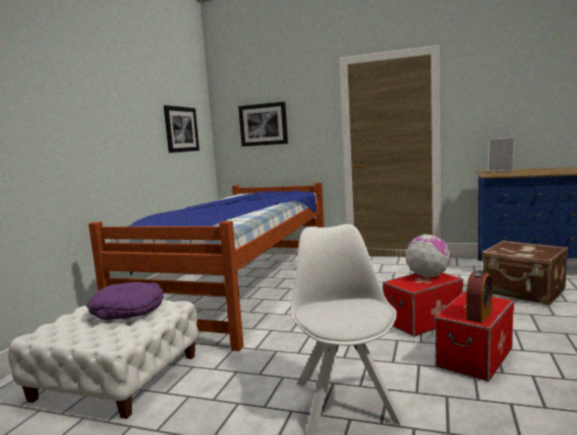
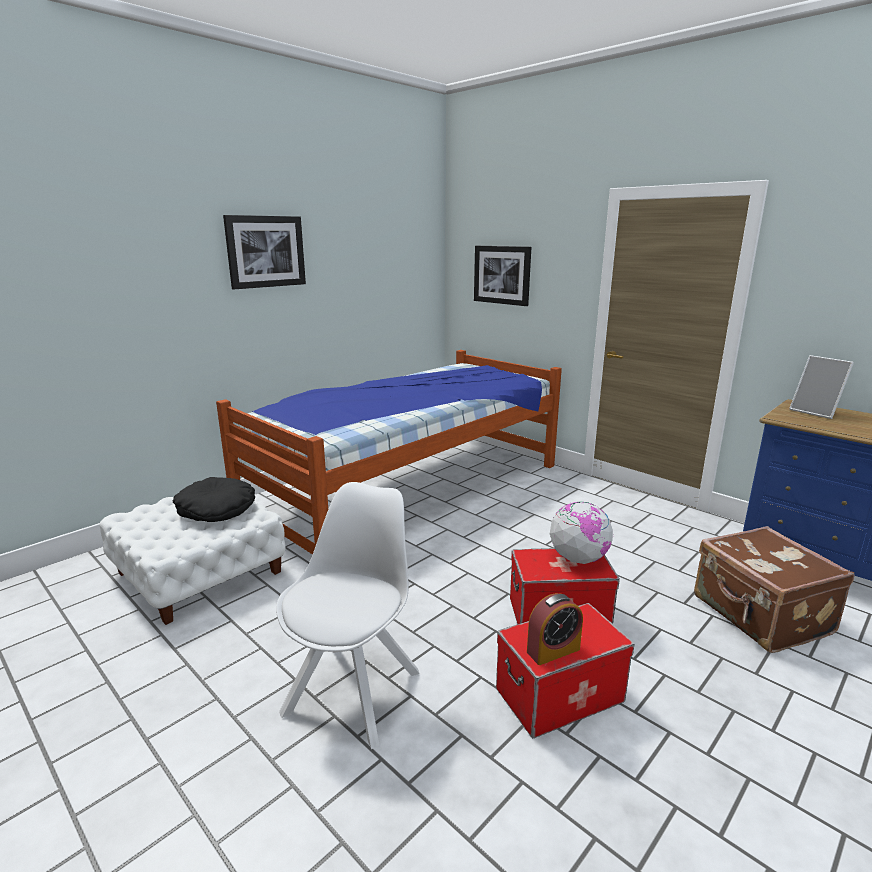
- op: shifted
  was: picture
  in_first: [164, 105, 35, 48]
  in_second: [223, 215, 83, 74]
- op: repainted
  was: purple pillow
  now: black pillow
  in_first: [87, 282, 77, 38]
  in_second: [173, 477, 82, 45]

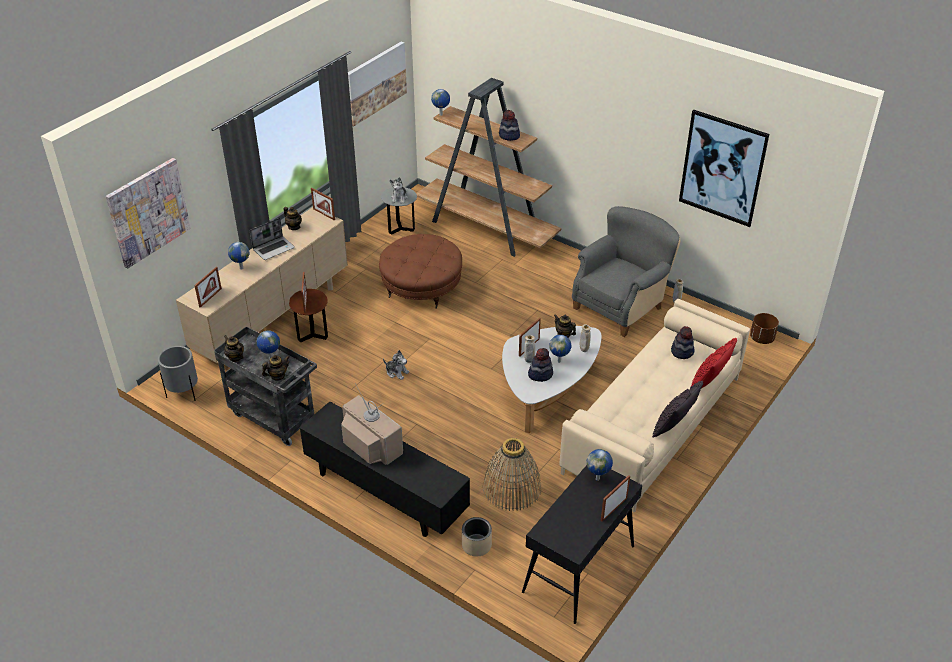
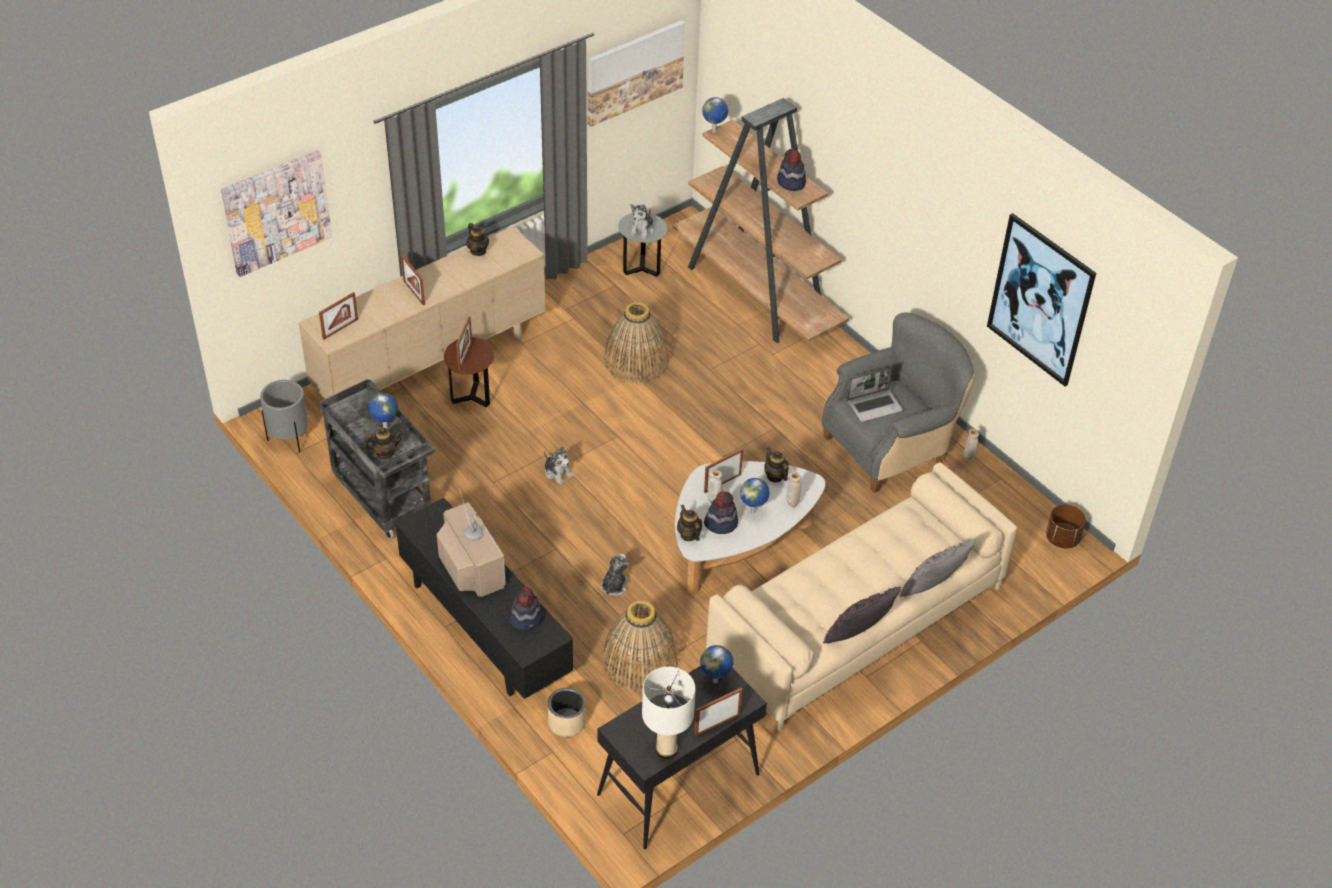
- op: gone
  was: globe
  in_first: [228, 242, 22, 28]
- op: new
  now: plush toy
  in_second: [601, 554, 28, 42]
- op: new
  now: white table lamp
  in_second: [642, 667, 54, 92]
- op: shifted
  was: teapot
  in_first: [224, 335, 20, 27]
  in_second: [677, 505, 25, 36]
- op: shifted
  was: laptop
  in_first: [250, 218, 45, 42]
  in_second: [847, 367, 56, 55]
- op: shifted
  was: picture frame
  in_first: [311, 188, 24, 32]
  in_second: [401, 254, 24, 52]
- op: shifted
  was: hat
  in_first: [671, 326, 24, 33]
  in_second: [510, 587, 33, 44]
- op: swapped
  was: brown ottoman
  now: basket
  in_first: [379, 234, 83, 75]
  in_second: [605, 302, 64, 82]
- op: repainted
  was: red pillow
  now: grey pillow
  in_first: [691, 338, 46, 50]
  in_second: [900, 539, 76, 58]

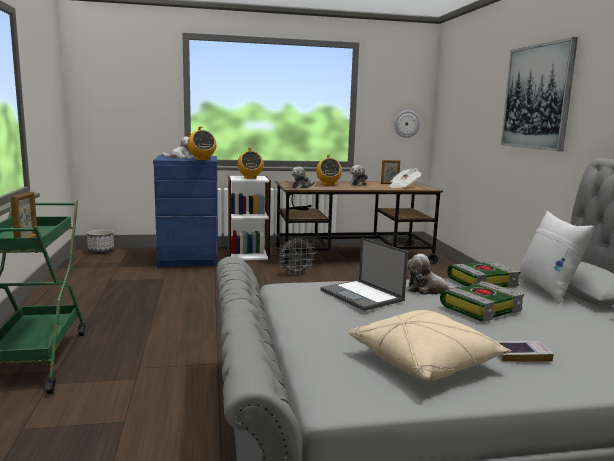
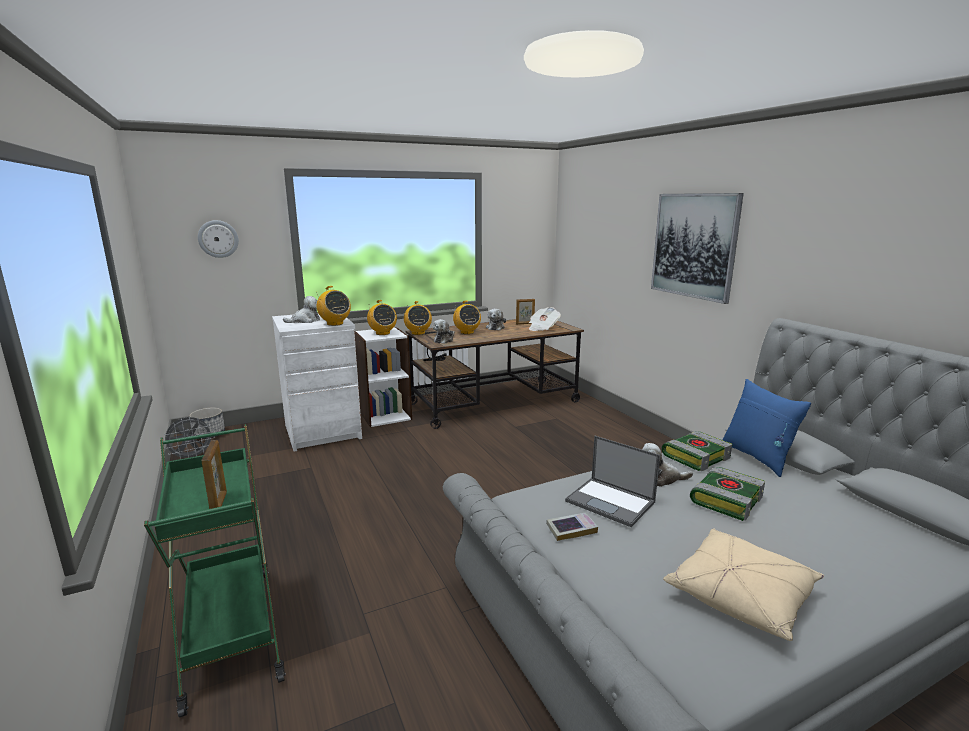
- op: new
  now: radio
  in_second: [404, 301, 28, 34]
- op: shifted
  was: grey fan
  in_first: [279, 238, 37, 38]
  in_second: [164, 417, 51, 42]
- op: shifted
  was: wall clock
  in_first: [394, 110, 26, 28]
  in_second: [198, 220, 41, 38]
- op: shifted
  was: book
  in_first: [496, 341, 58, 21]
  in_second: [546, 513, 52, 28]
- op: repainted
  was: blue dresser
  now: white dresser
  in_first: [153, 155, 65, 113]
  in_second: [272, 314, 90, 137]
- op: repainted
  was: grey pillow
  now: blue pillow
  in_first: [518, 211, 76, 93]
  in_second: [722, 379, 89, 98]

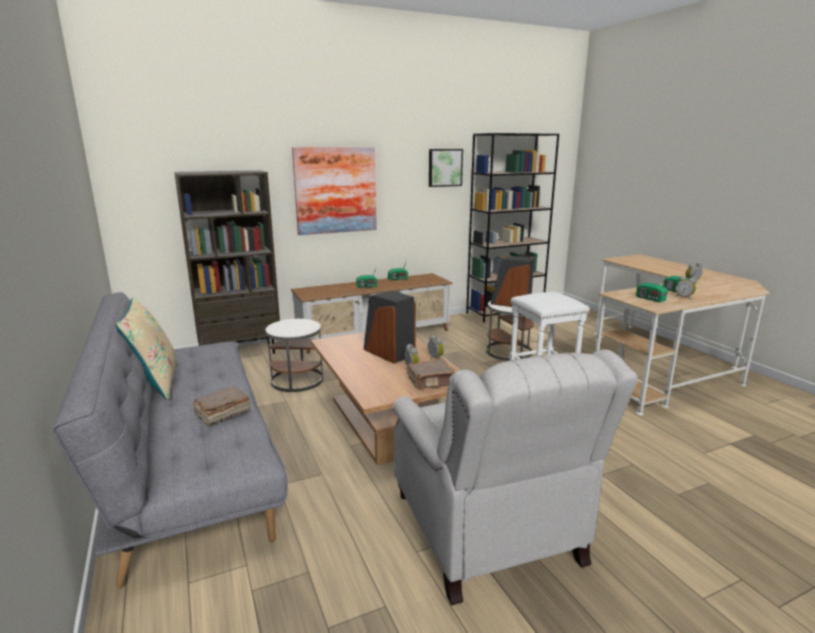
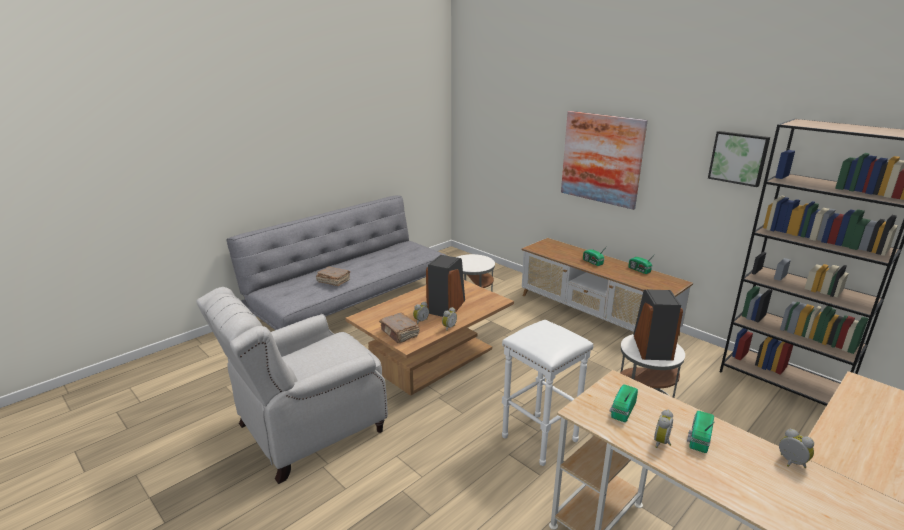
- op: gone
  was: beige pillow
  in_first: [116, 297, 61, 103]
- op: gone
  was: brown bookcase
  in_first: [174, 170, 106, 184]

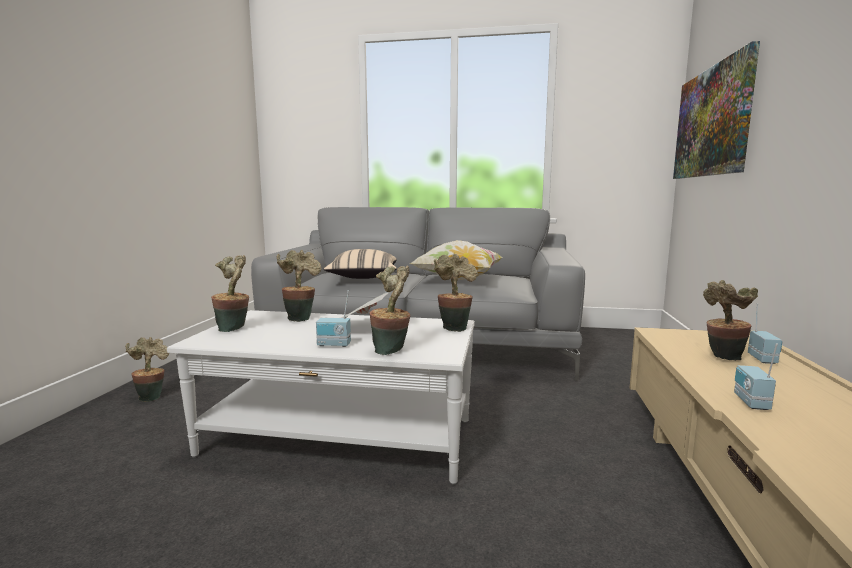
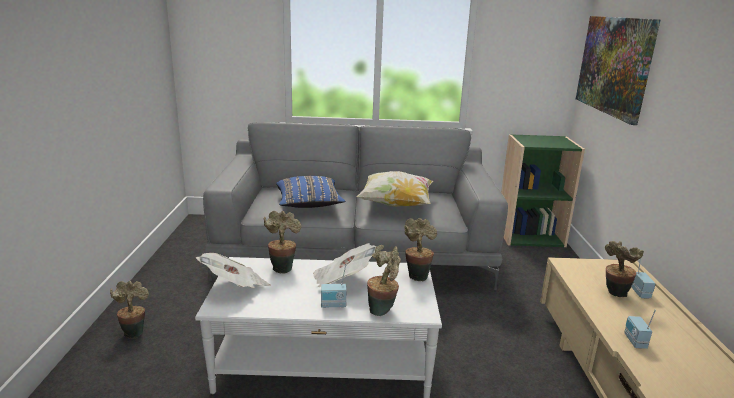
- op: new
  now: green bookcase
  in_second: [501, 134, 84, 113]
- op: swapped
  was: potted plant
  now: newspaper
  in_first: [211, 255, 38, 77]
  in_second: [196, 253, 75, 35]
- op: repainted
  was: beige pillow
  now: blue pillow
  in_first: [324, 249, 73, 30]
  in_second: [276, 176, 69, 32]

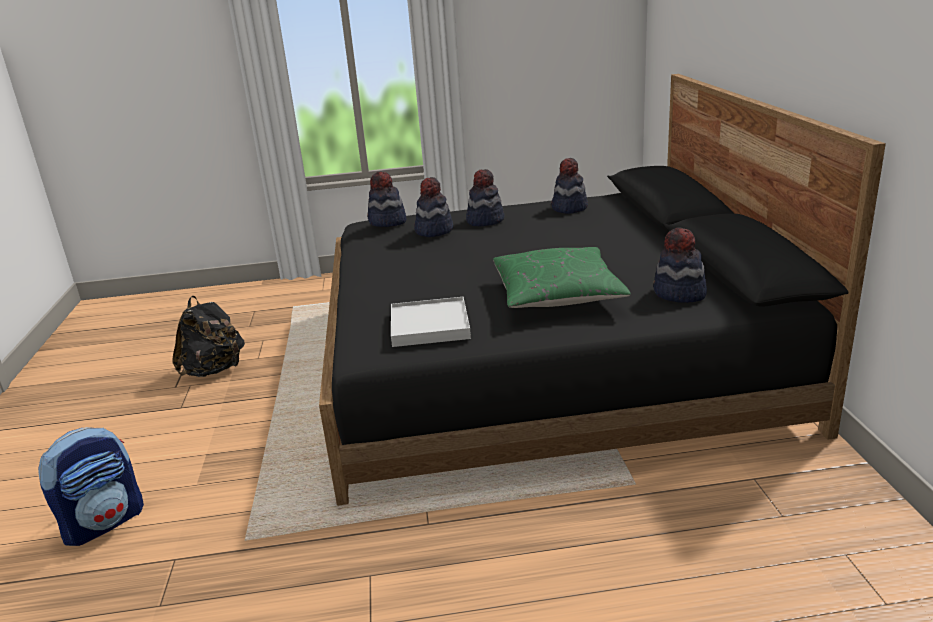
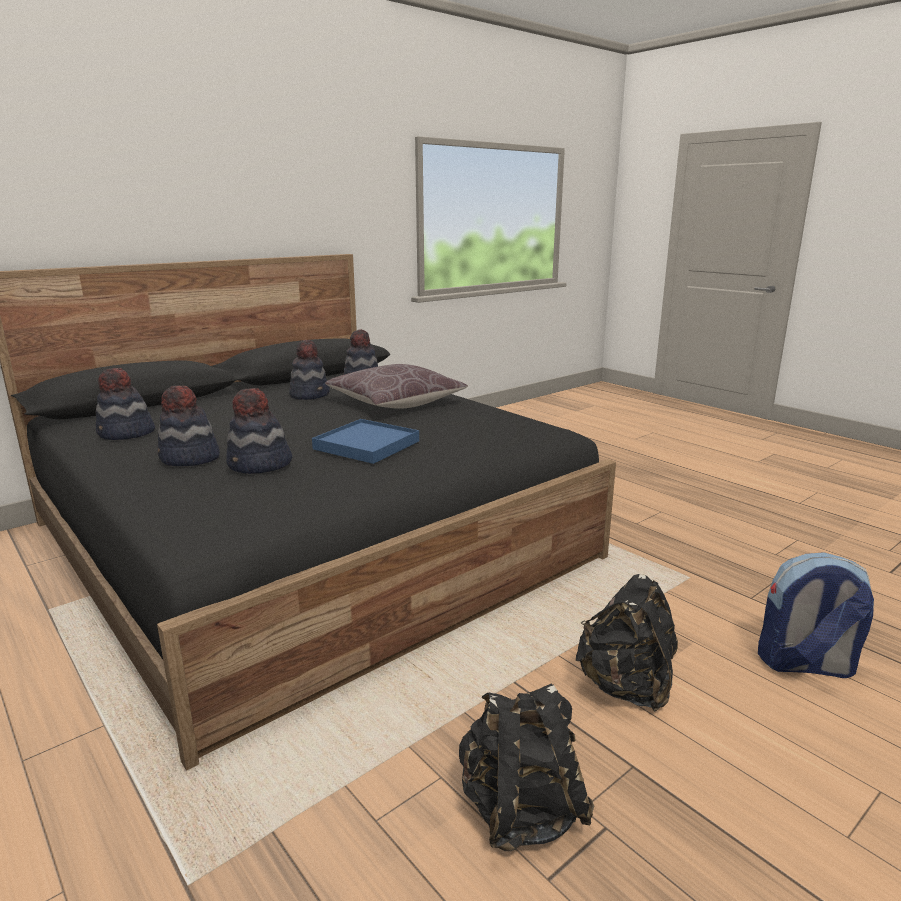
- op: gone
  was: white tray
  in_first: [391, 297, 80, 50]
- op: new
  now: blue tray
  in_second: [312, 419, 107, 45]
- op: new
  now: black backpack
  in_second: [576, 574, 102, 138]
- op: shifted
  was: hat
  in_first: [367, 172, 39, 55]
  in_second: [289, 340, 41, 60]
- op: repainted
  was: green pillow
  now: brown pillow
  in_first: [493, 247, 138, 61]
  in_second: [325, 364, 143, 45]

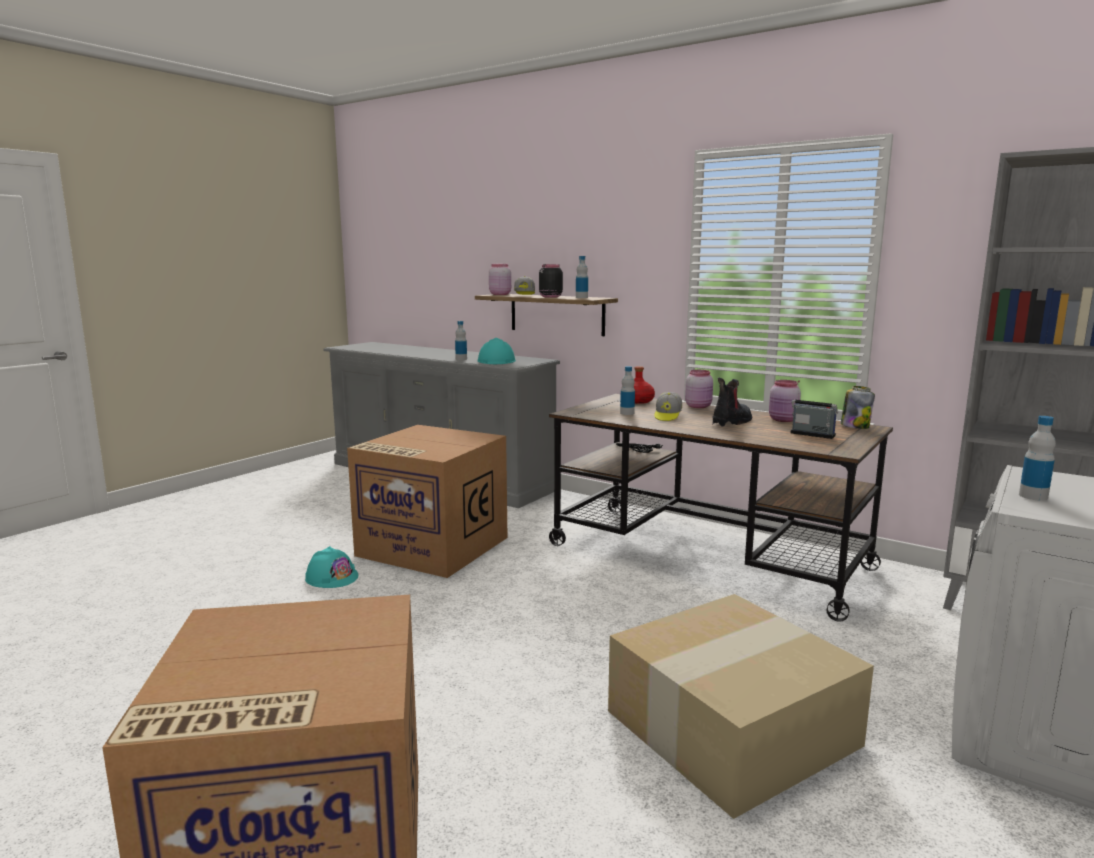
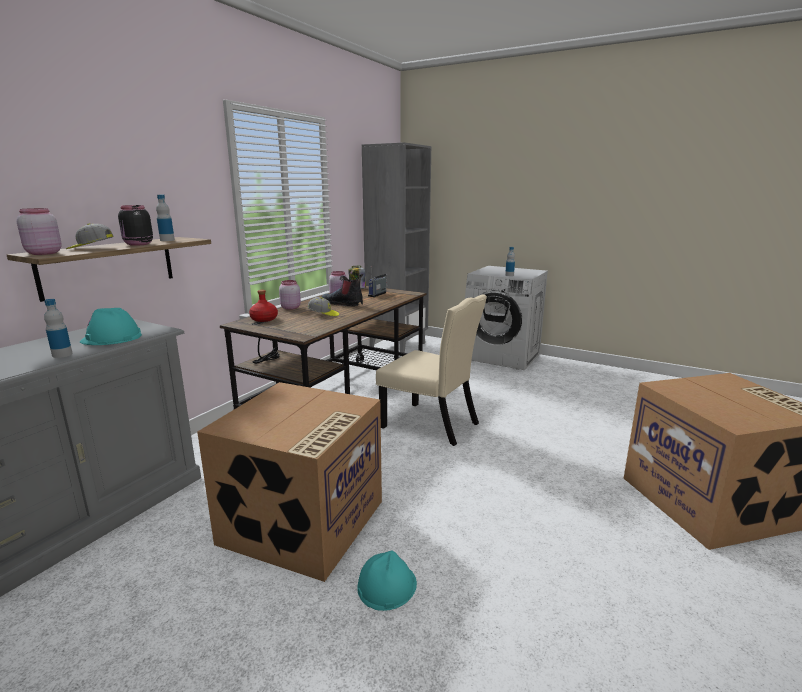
- op: gone
  was: cardboard box
  in_first: [608, 594, 266, 225]
- op: gone
  was: bottle
  in_first: [620, 366, 15, 49]
- op: new
  now: beige chair
  in_second: [376, 294, 111, 152]

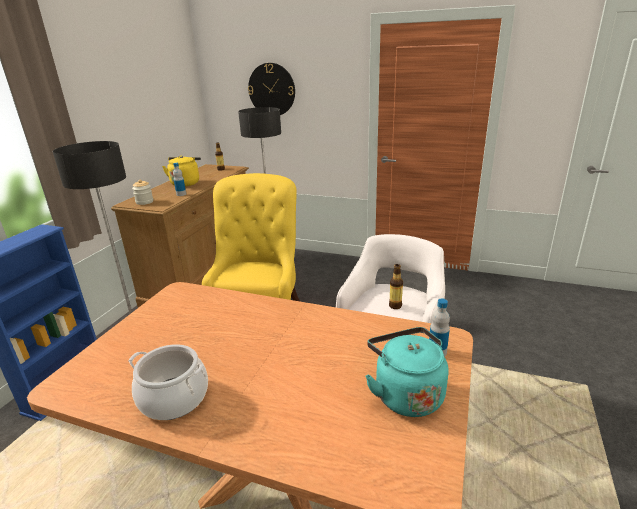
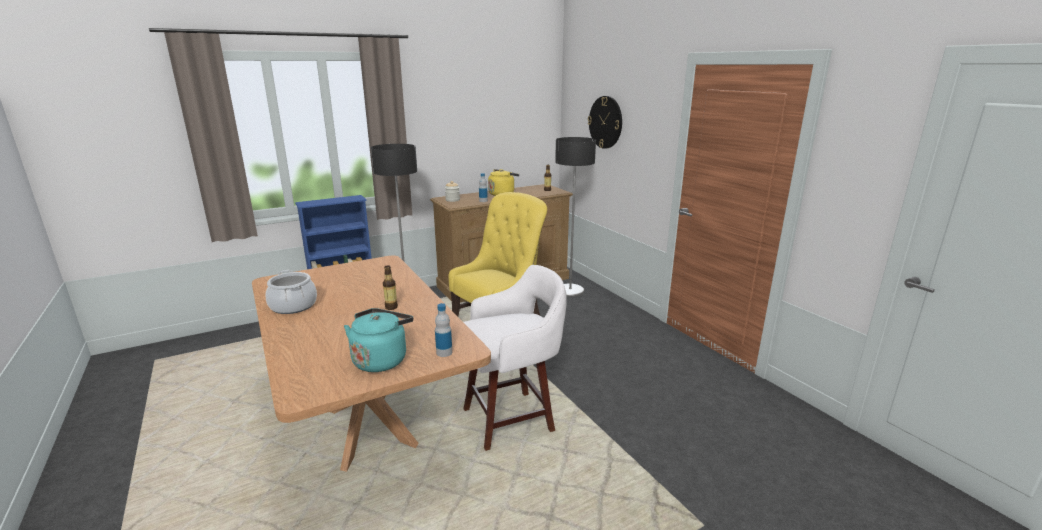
- op: shifted
  was: bottle
  in_first: [389, 264, 14, 45]
  in_second: [383, 265, 15, 45]

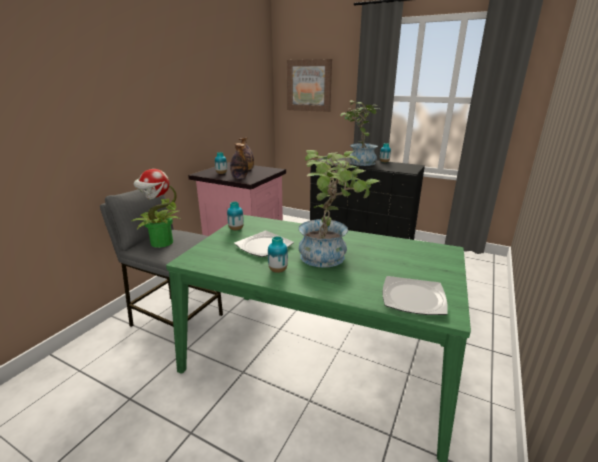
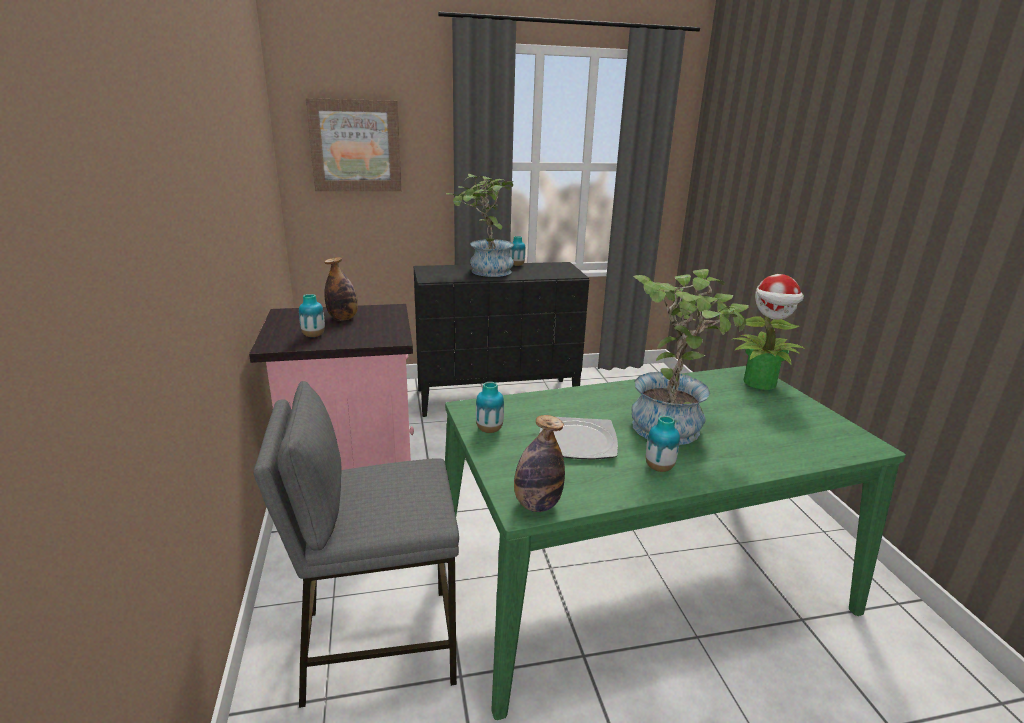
- op: gone
  was: plate
  in_first: [383, 276, 65, 39]
- op: shifted
  was: potted plant
  in_first: [132, 169, 49, 79]
  in_second: [733, 274, 71, 116]
- op: shifted
  was: bottle
  in_first: [230, 143, 18, 36]
  in_second: [514, 415, 51, 97]

